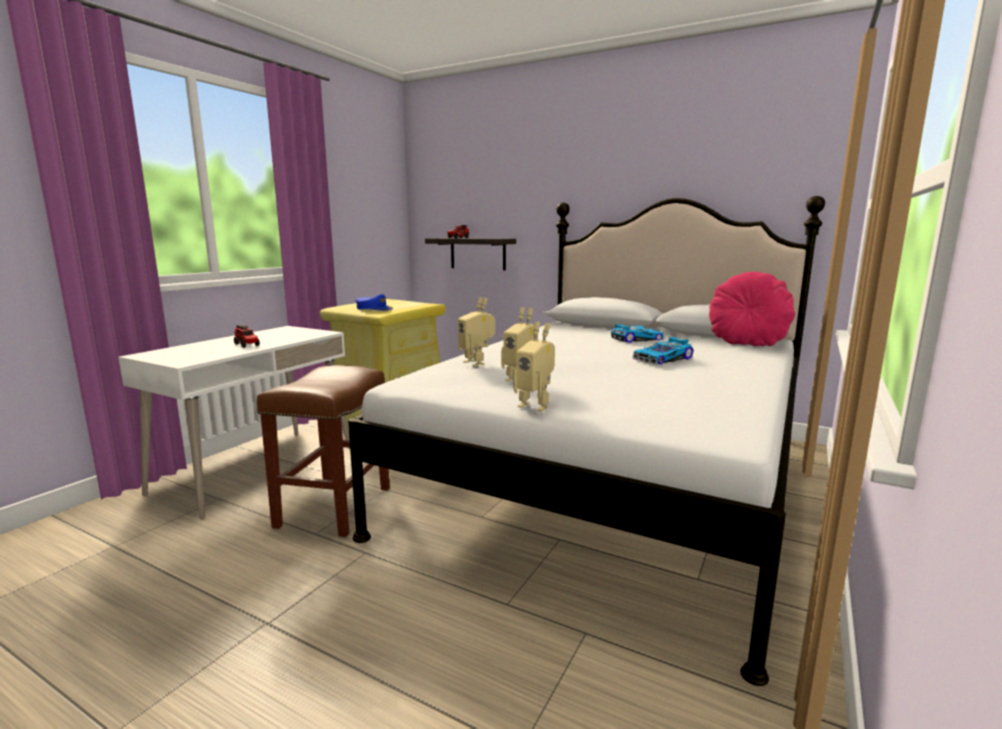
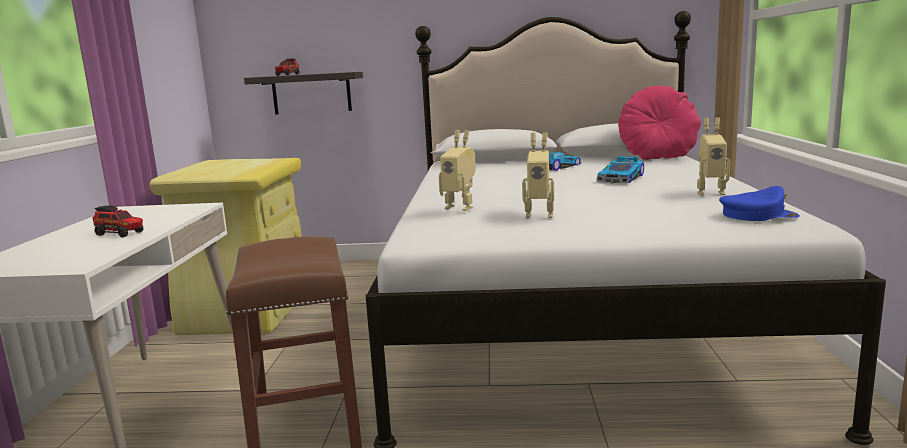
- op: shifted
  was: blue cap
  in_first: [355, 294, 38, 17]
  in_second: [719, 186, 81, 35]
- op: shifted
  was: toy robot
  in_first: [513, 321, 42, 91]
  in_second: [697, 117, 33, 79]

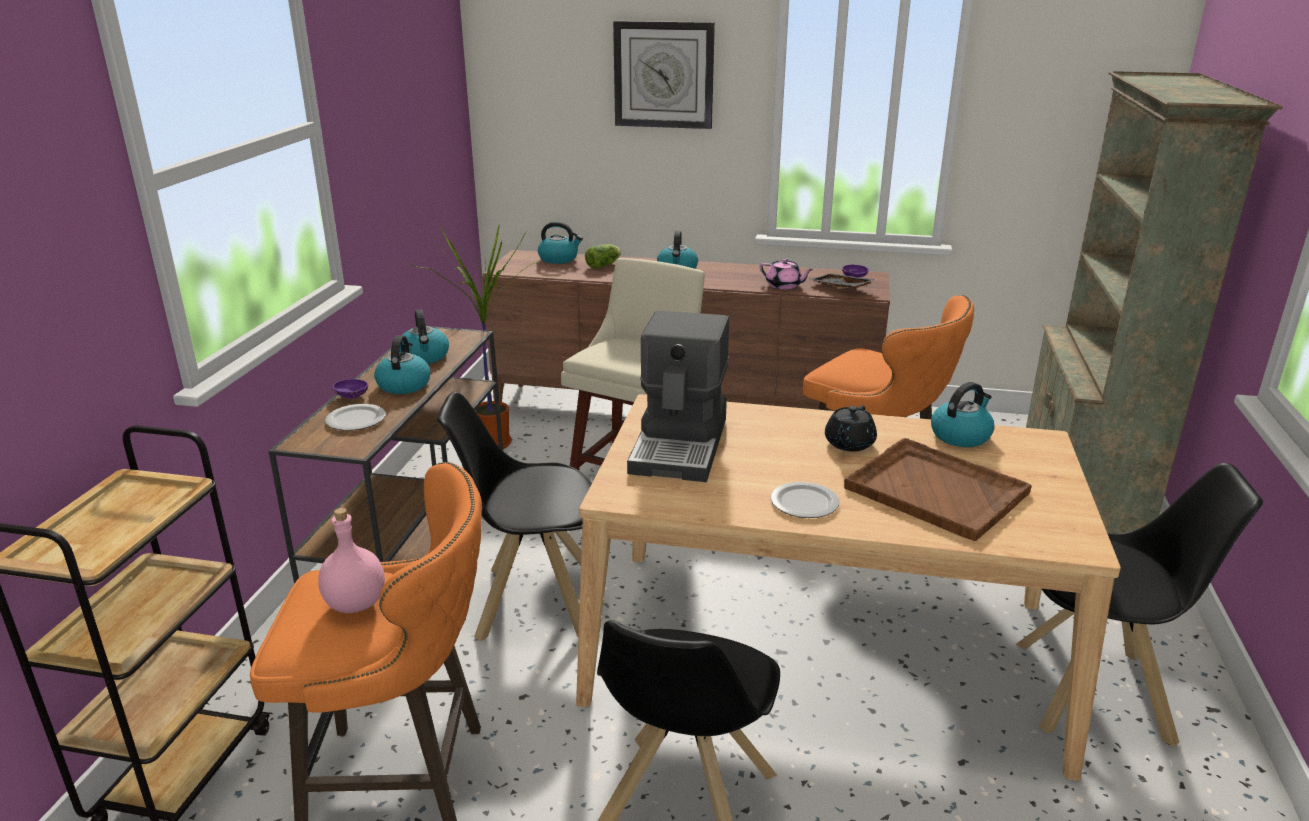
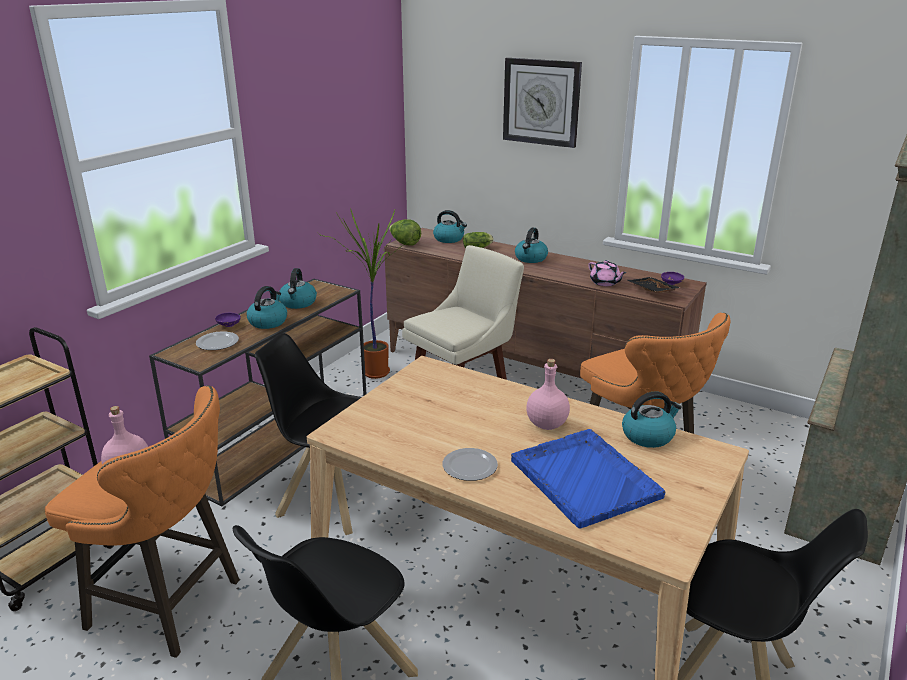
- op: gone
  was: coffee machine
  in_first: [627, 310, 102, 172]
- op: new
  now: lettuce
  in_second: [389, 219, 32, 27]
- op: swapped
  was: black teapot
  now: pink bottle
  in_first: [825, 405, 52, 46]
  in_second: [526, 359, 44, 71]
- op: repainted
  was: brown tray
  now: blue tray
  in_first: [844, 438, 188, 103]
  in_second: [511, 429, 154, 100]

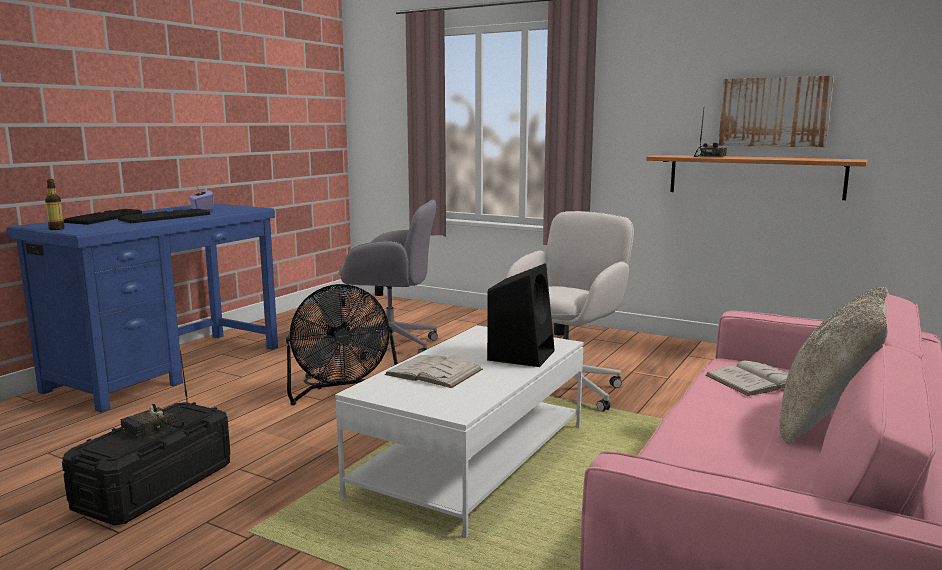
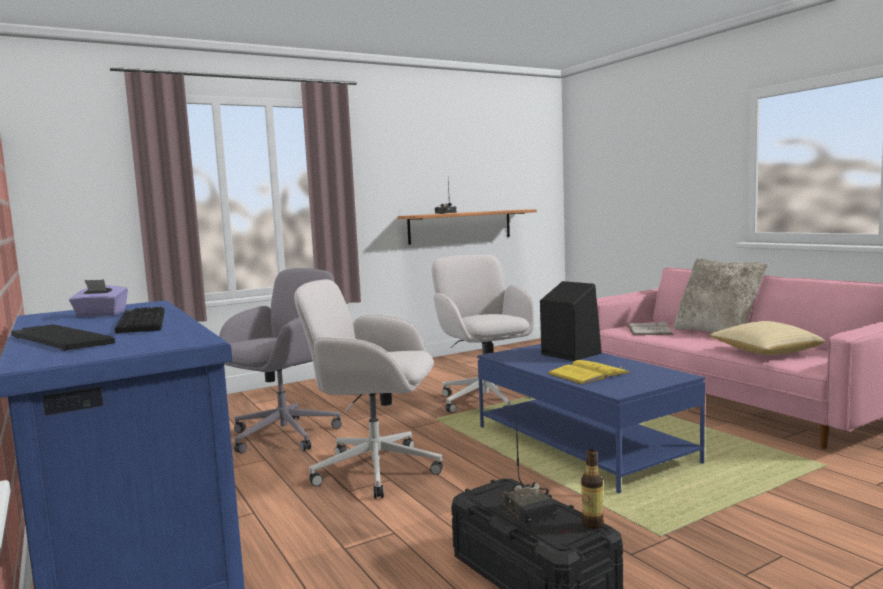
- op: gone
  was: picture
  in_first: [719, 76, 115, 71]
- op: new
  now: pillow
  in_second: [709, 321, 116, 34]
- op: shifted
  was: bottle
  in_first: [45, 179, 20, 51]
  in_second: [581, 449, 23, 80]
- op: swapped
  was: black fan
  now: white office chair
  in_first: [286, 284, 112, 121]
  in_second: [294, 279, 149, 220]
- op: repainted
  was: white coffee table
  now: blue coffee table
  in_first: [335, 325, 248, 213]
  in_second: [477, 344, 228, 149]
- op: repainted
  was: white book
  now: yellow book
  in_first: [384, 355, 99, 33]
  in_second: [548, 360, 83, 25]

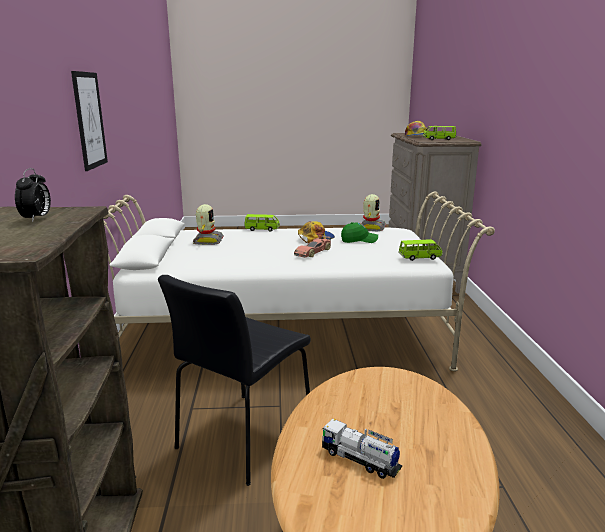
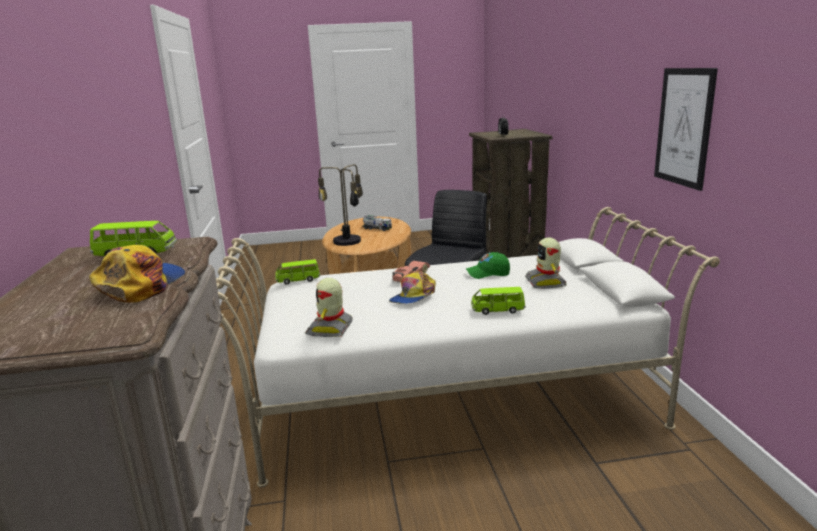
- op: new
  now: table lamp
  in_second: [318, 164, 45, 82]
- op: shifted
  was: green cap
  in_first: [341, 222, 37, 21]
  in_second: [466, 252, 44, 27]

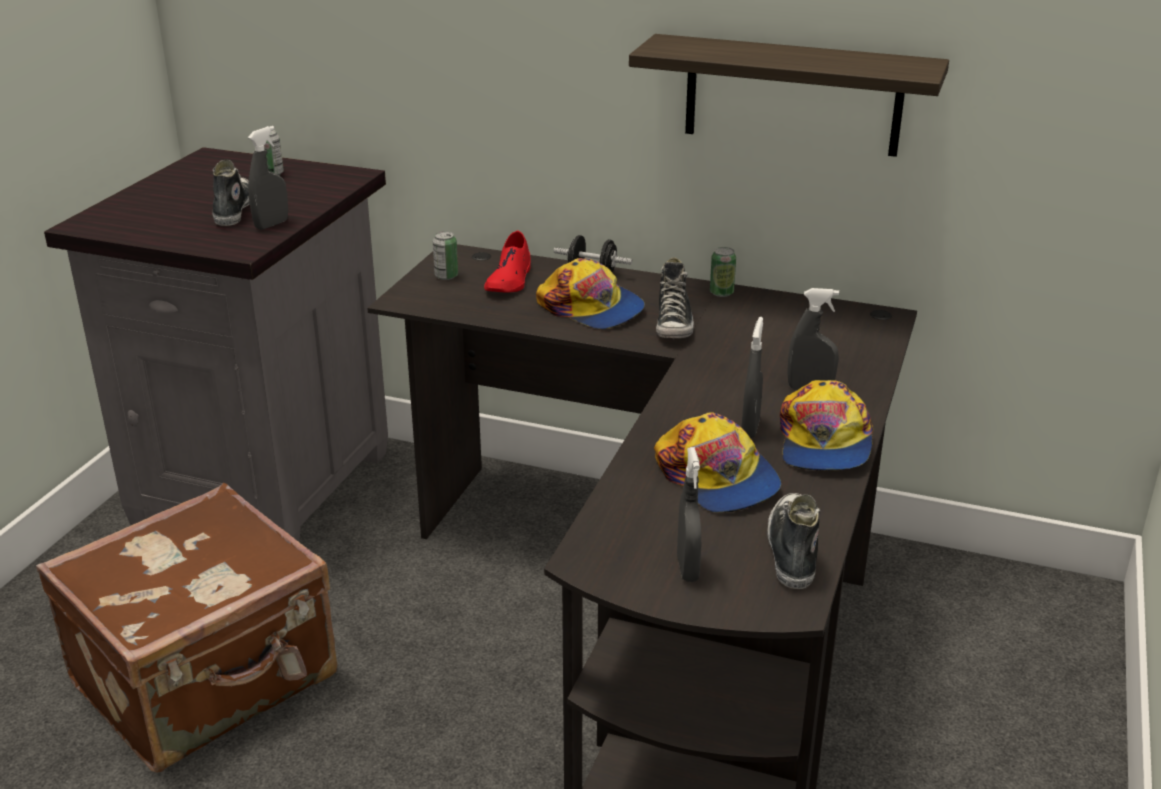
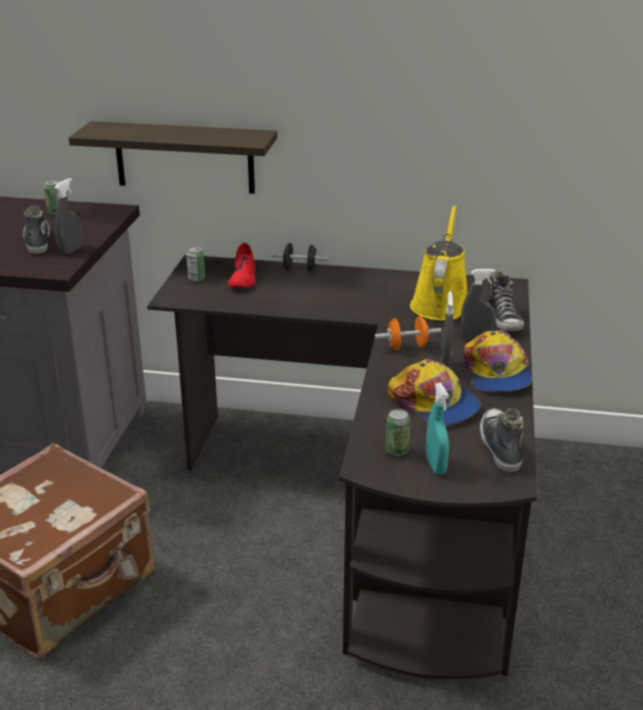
- op: gone
  was: cap
  in_first: [536, 258, 109, 71]
- op: new
  now: orange dumbbell
  in_second: [375, 316, 67, 34]
- op: new
  now: yellow watering can
  in_second: [410, 205, 57, 116]
- op: shifted
  was: shelf
  in_first: [629, 34, 320, 123]
  in_second: [69, 121, 208, 73]
- op: shifted
  was: shoe
  in_first: [656, 257, 38, 83]
  in_second: [488, 271, 36, 60]
- op: shifted
  was: can
  in_first: [710, 247, 26, 50]
  in_second: [385, 409, 25, 47]
- op: repainted
  was: grey spray bottle
  now: turquoise spray bottle
  in_first: [677, 447, 24, 135]
  in_second: [426, 382, 23, 93]

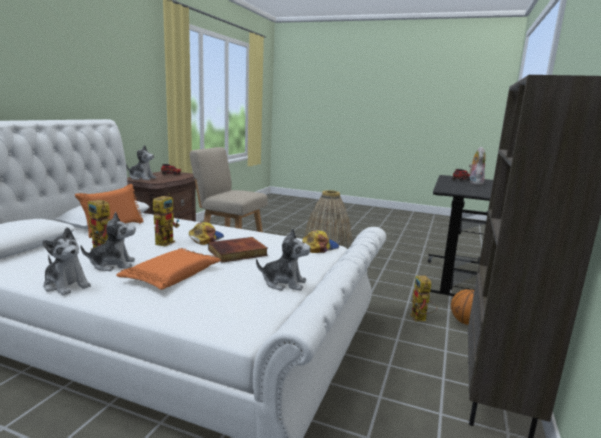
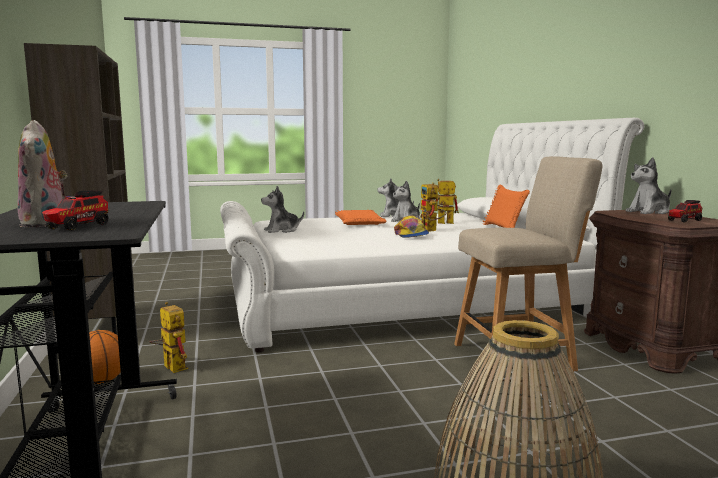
- op: gone
  was: book
  in_first: [208, 237, 60, 26]
- op: gone
  was: cap
  in_first: [302, 230, 37, 23]

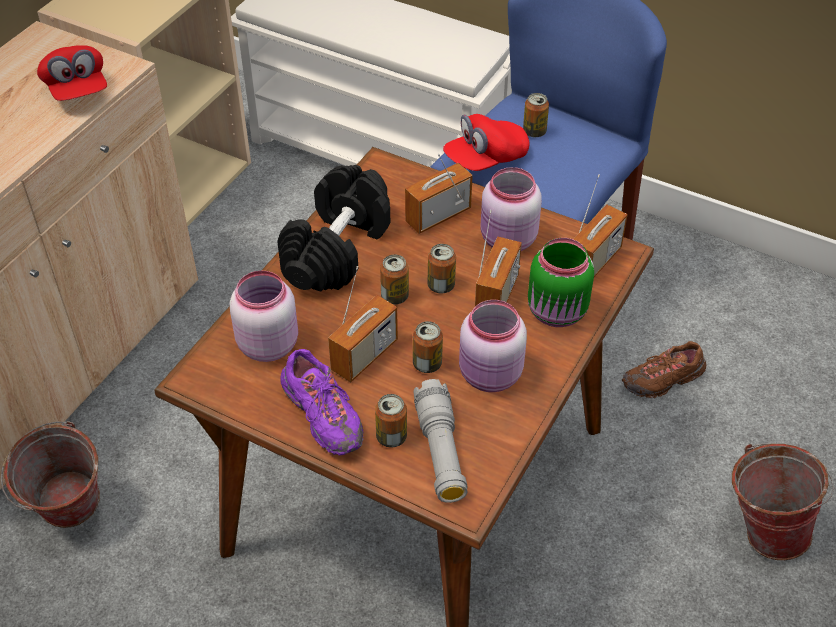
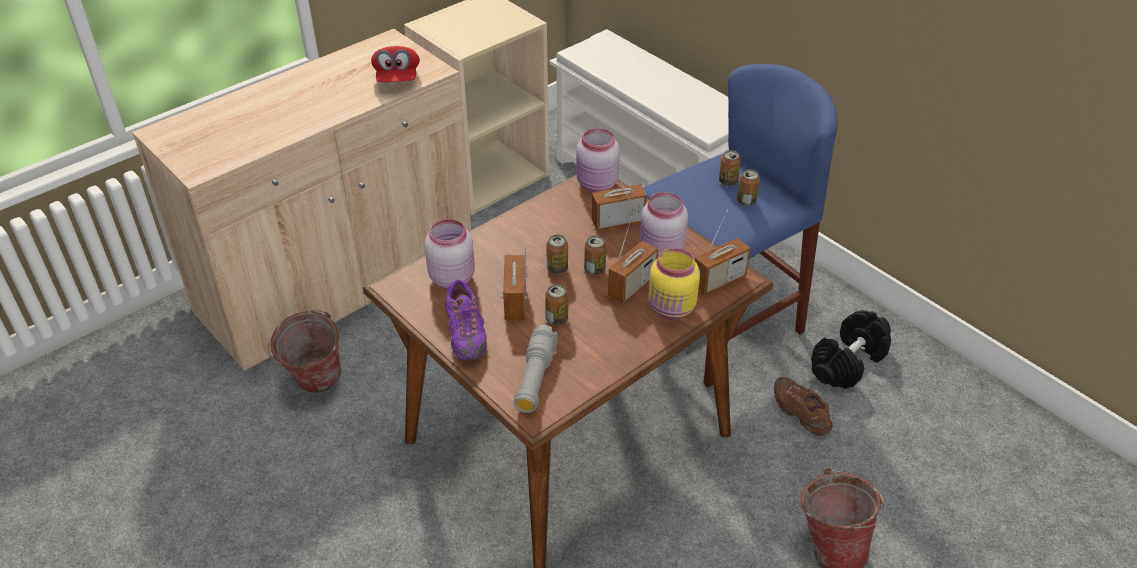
- op: gone
  was: red cap
  in_first: [443, 114, 87, 57]
- op: shifted
  was: black dumbbell
  in_first: [277, 165, 113, 126]
  in_second: [811, 310, 80, 79]
- op: shifted
  was: can
  in_first: [375, 394, 32, 53]
  in_second: [737, 169, 23, 37]
- op: shifted
  was: pink jar
  in_first: [459, 300, 68, 92]
  in_second: [576, 128, 44, 64]
- op: repainted
  was: green jar
  now: yellow jar
  in_first: [528, 238, 66, 89]
  in_second: [648, 248, 52, 71]
- op: rotated
  was: radio
  in_first: [328, 266, 70, 116]
  in_second: [501, 247, 27, 73]
  clockwise: 120
- op: rotated
  was: brown shoe
  in_first: [622, 341, 84, 57]
  in_second: [774, 377, 59, 59]
  clockwise: 60

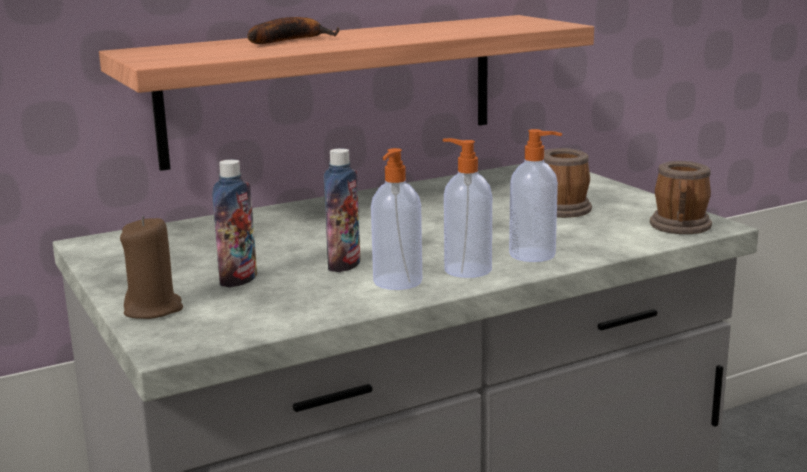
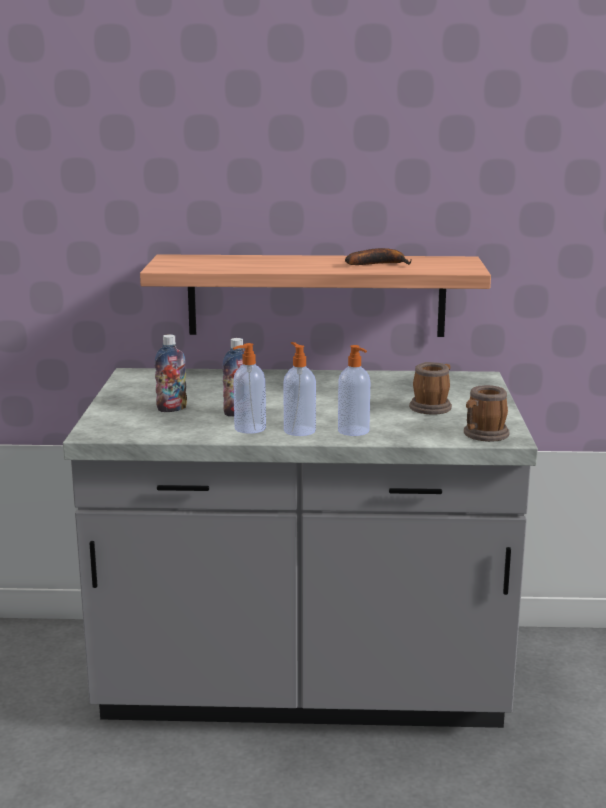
- op: gone
  was: brown candle
  in_first: [120, 216, 63, 103]
- op: shifted
  was: banana
  in_first: [248, 17, 91, 27]
  in_second: [345, 248, 67, 17]

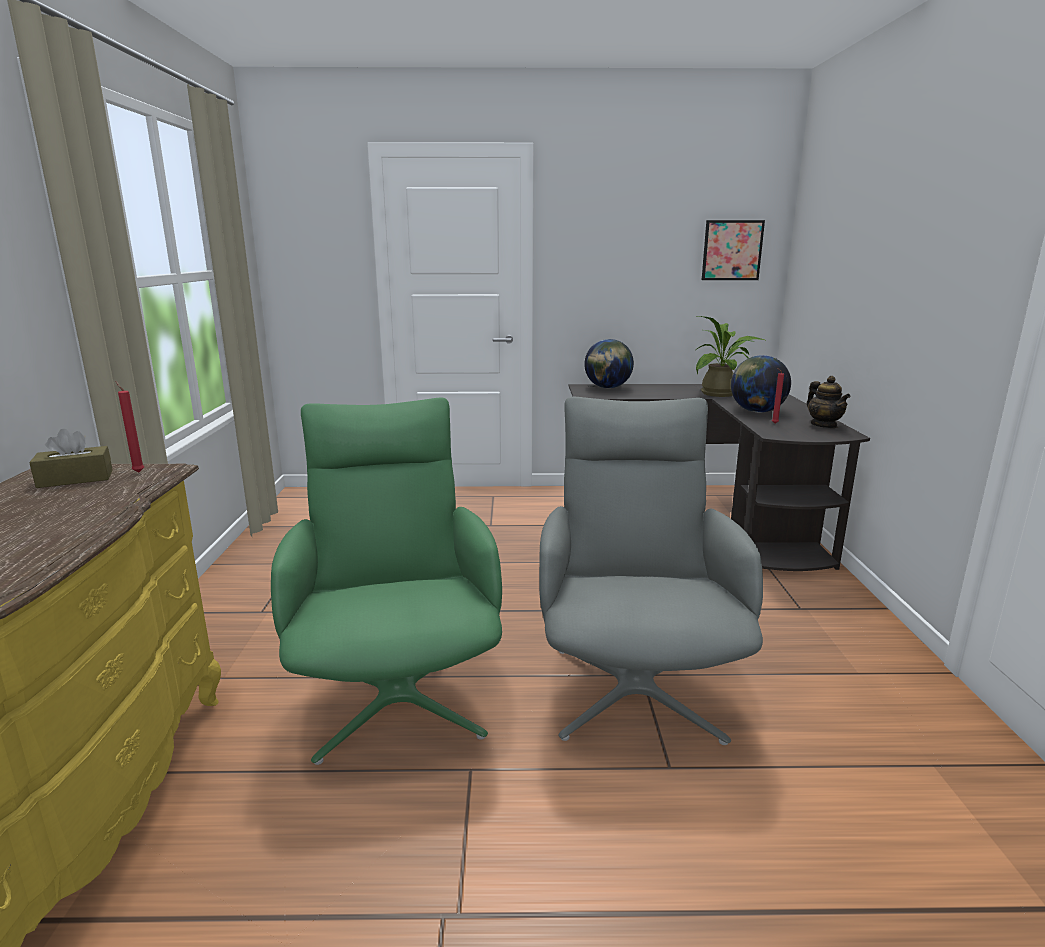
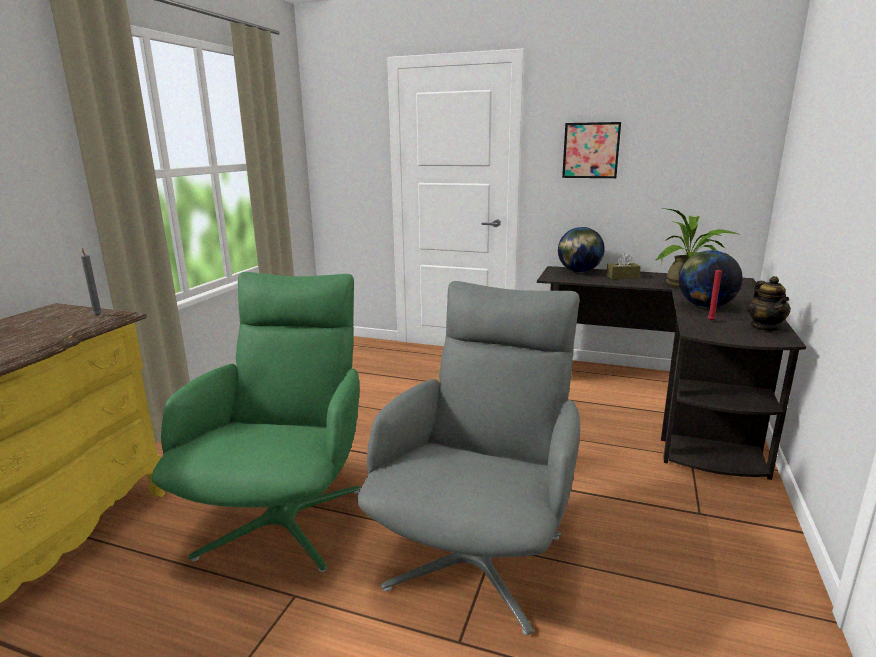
- op: shifted
  was: brown tissue box
  in_first: [29, 428, 84, 60]
  in_second: [606, 253, 35, 26]
- op: shifted
  was: picture
  in_first: [702, 220, 63, 60]
  in_second: [562, 122, 59, 56]
- op: repainted
  was: red candle
  now: grey candle
  in_first: [116, 381, 28, 91]
  in_second: [81, 248, 21, 68]

